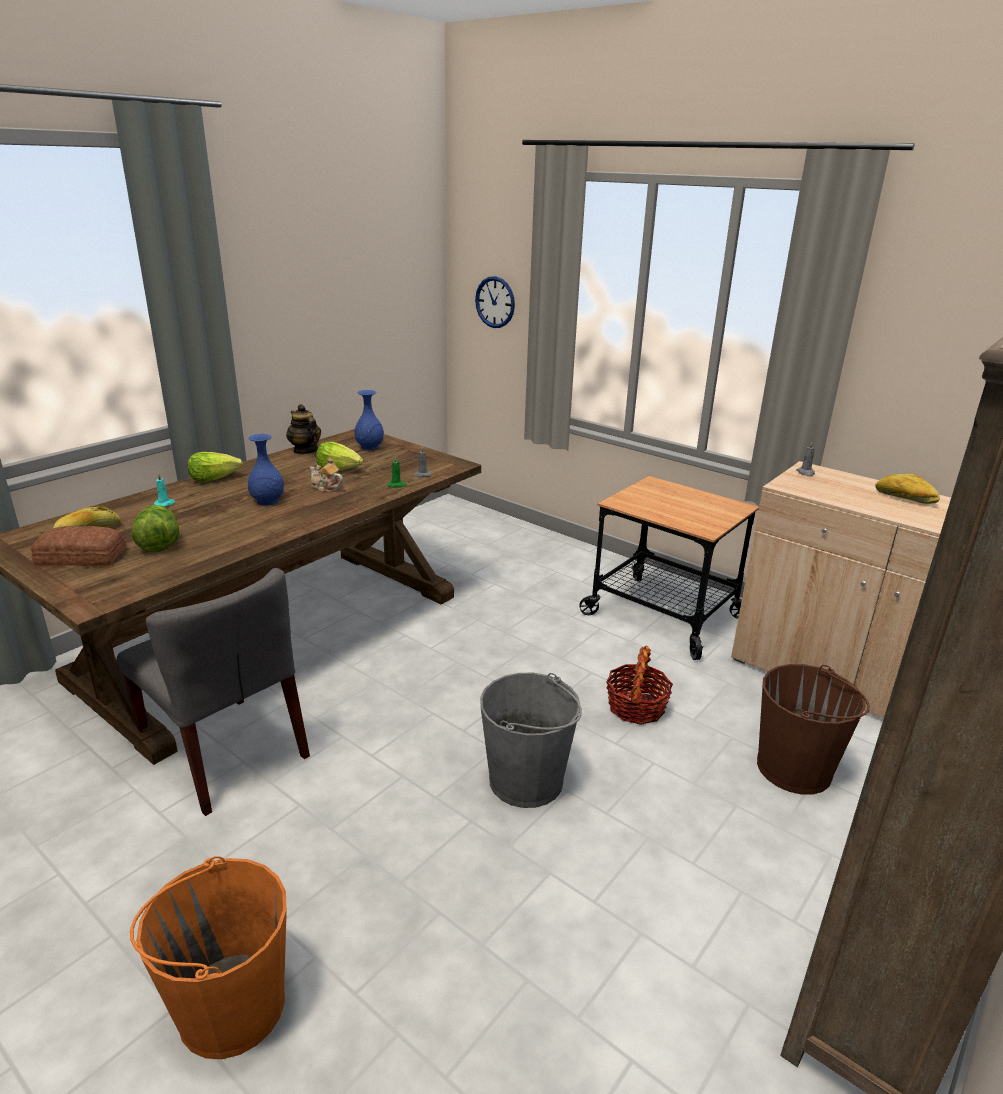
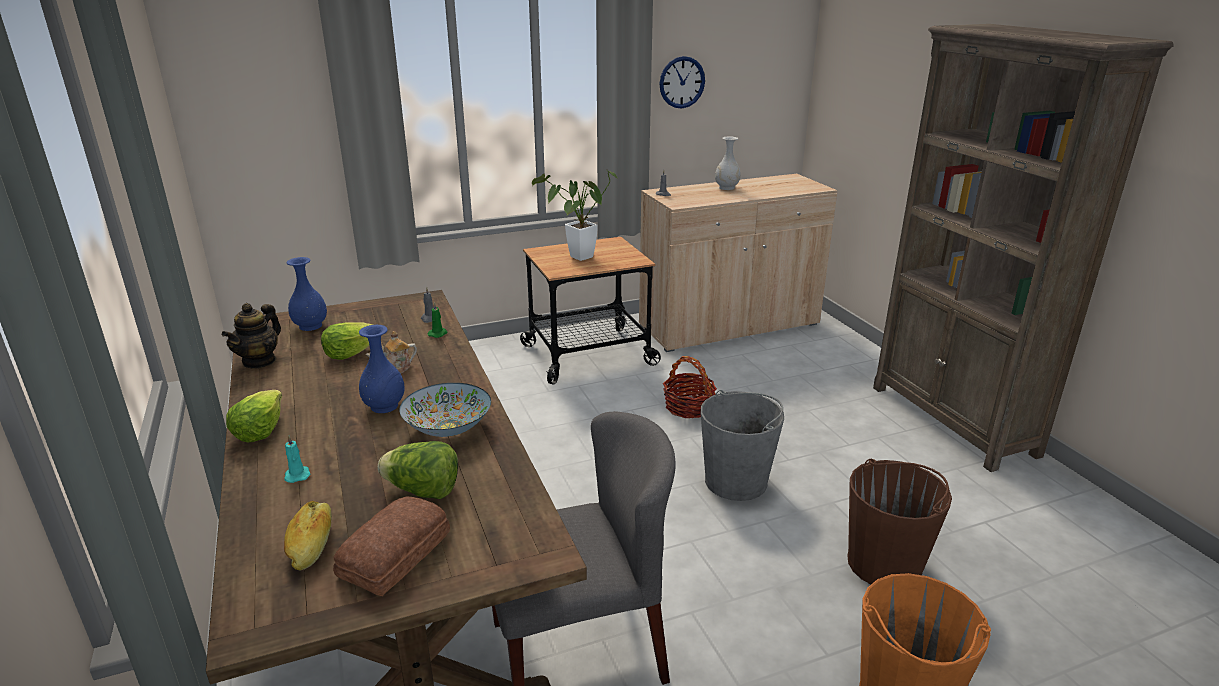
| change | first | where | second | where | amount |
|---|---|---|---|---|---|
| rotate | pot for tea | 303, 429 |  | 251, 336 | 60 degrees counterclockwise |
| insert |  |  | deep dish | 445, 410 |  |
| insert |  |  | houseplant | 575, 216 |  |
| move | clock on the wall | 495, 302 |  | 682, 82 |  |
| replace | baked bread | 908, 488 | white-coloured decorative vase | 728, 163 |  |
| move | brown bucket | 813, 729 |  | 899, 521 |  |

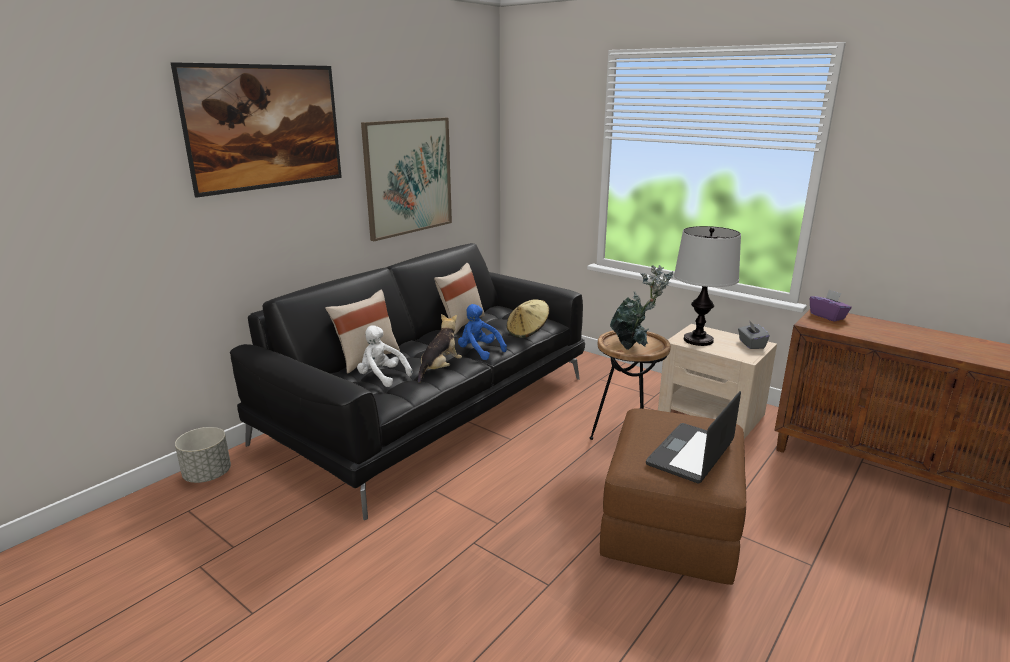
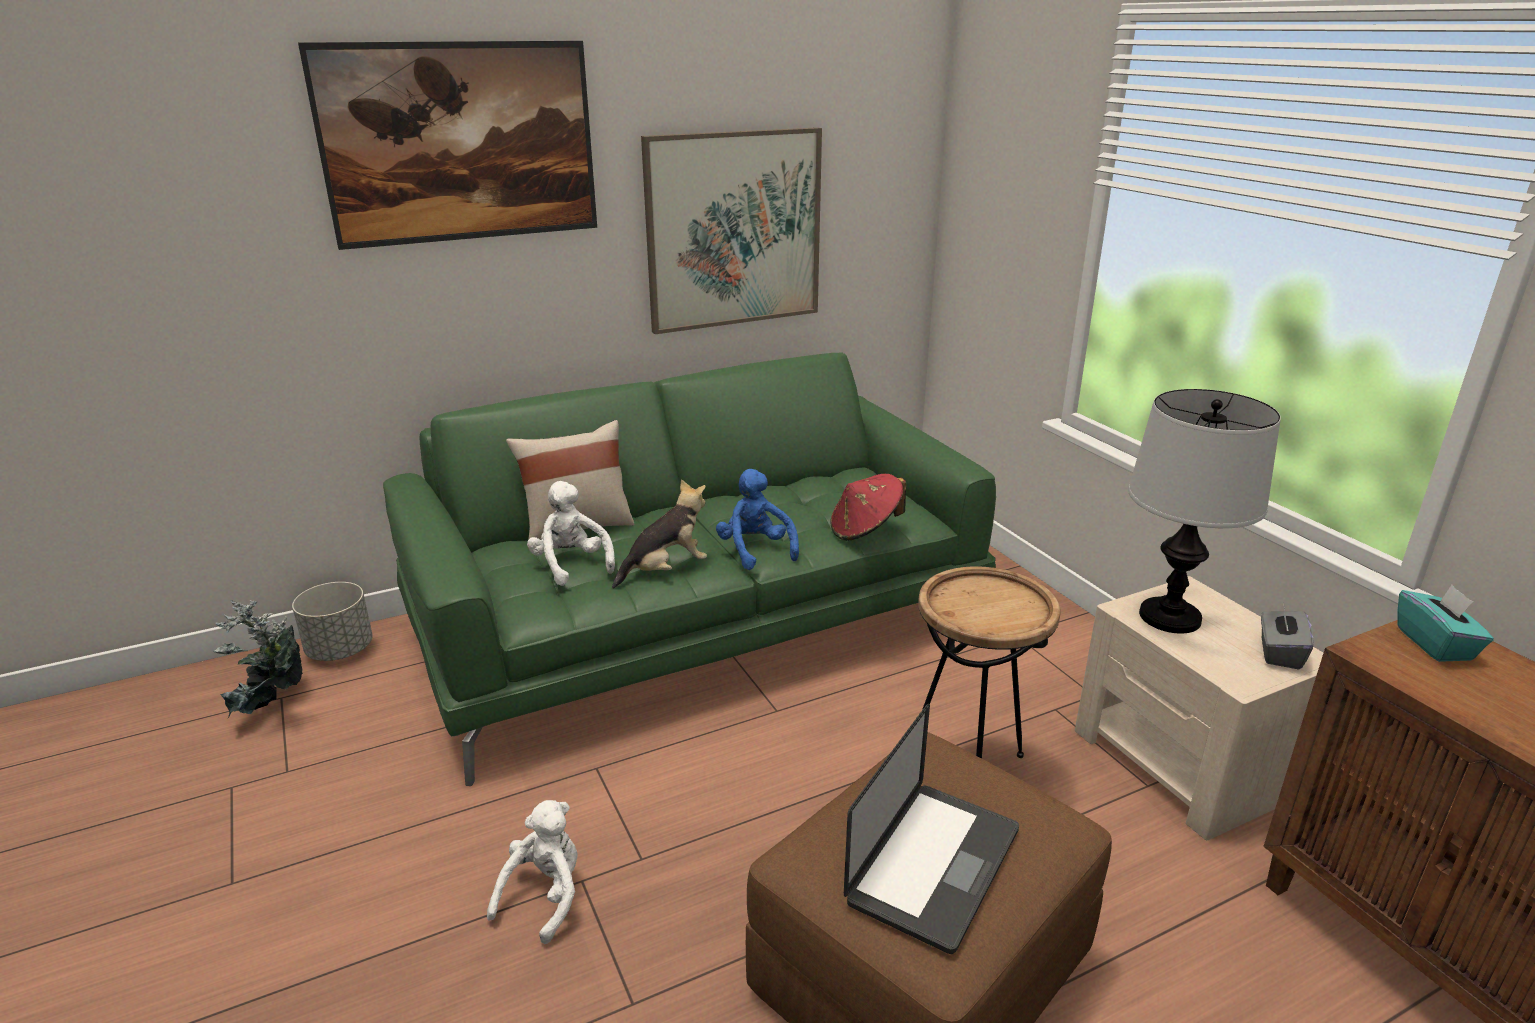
| change | first | where | second | where | amount |
|---|---|---|---|---|---|
| move | houseplant | 642, 307 |  | 258, 659 |  |
| recolor | blackish couch | 407, 381 | green couch | 689, 569 |  |
| insert |  |  | white-coloured soft toy | 532, 872 |  |
| recolor | beige-coloured wearable hat | 528, 318 | red-coloured wearable hat | 868, 507 |  |
| rotate | notebook computer | 693, 437 |  | 931, 829 | 150 degrees clockwise |
| recolor | purple-coloured box of tissues | 831, 305 | turquoise box of tissues | 1445, 623 |  |
| delete | beige-coloured pillow | 459, 299 |  |  |  |

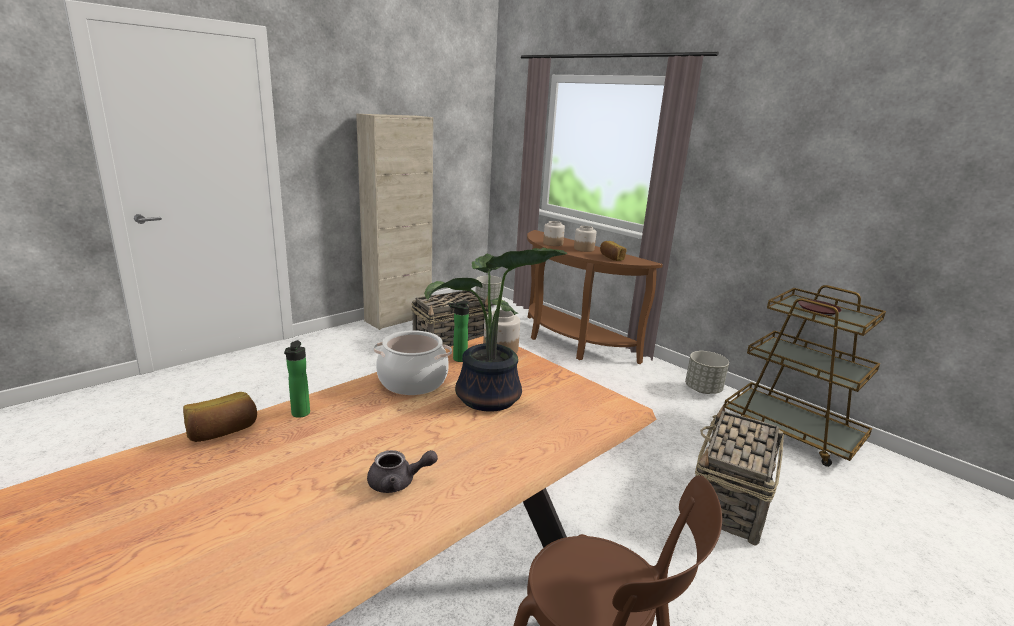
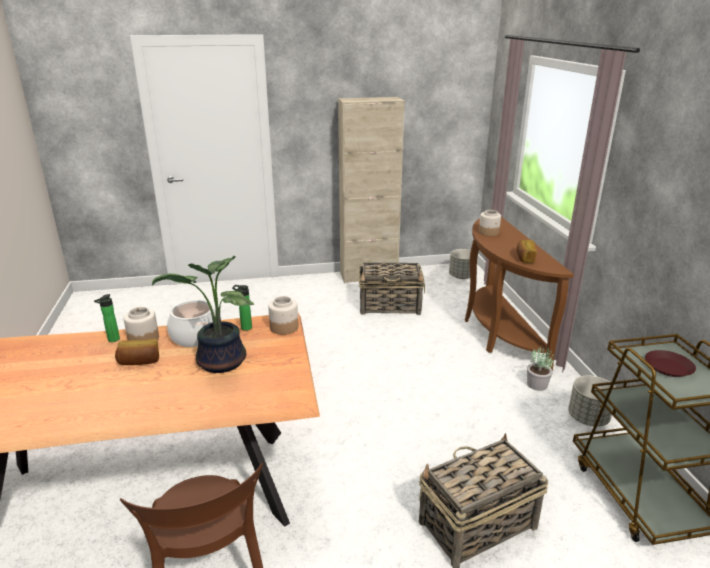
| change | first | where | second | where | amount |
|---|---|---|---|---|---|
| move | baked bread | 220, 417 |  | 137, 352 |  |
| move | jar | 585, 239 |  | 141, 324 |  |
| insert |  |  | houseplant | 540, 368 |  |
| delete | gray pot for tea | 402, 471 |  |  |  |

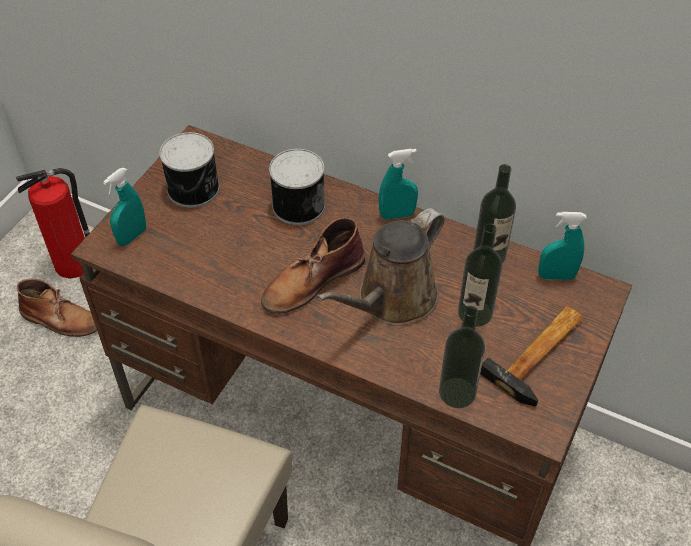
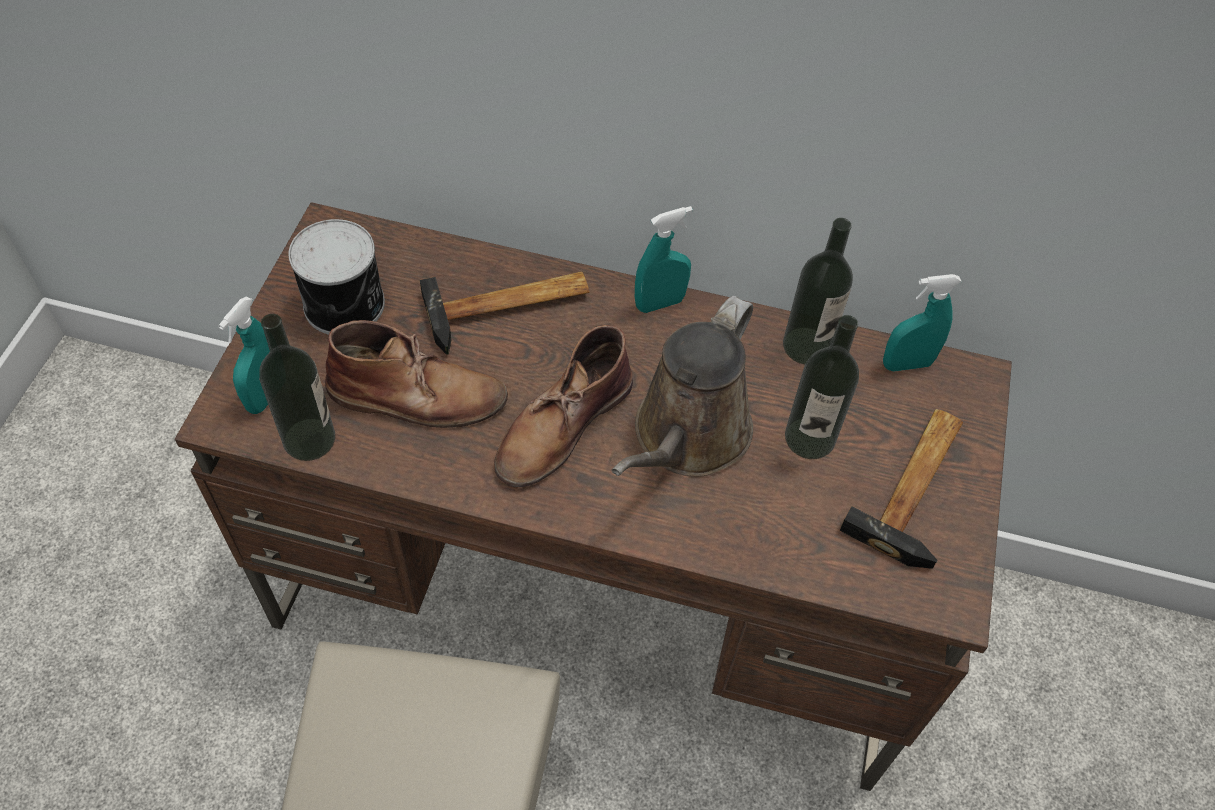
| change | first | where | second | where | amount |
|---|---|---|---|---|---|
| move | drink bottle | 462, 357 |  | 297, 387 |  |
| move | brown high-top boot | 57, 307 |  | 416, 374 |  |
| replace | metal can | 297, 187 | tool hammer | 505, 313 |  |
| delete | extinguisher | 53, 223 |  |  |  |

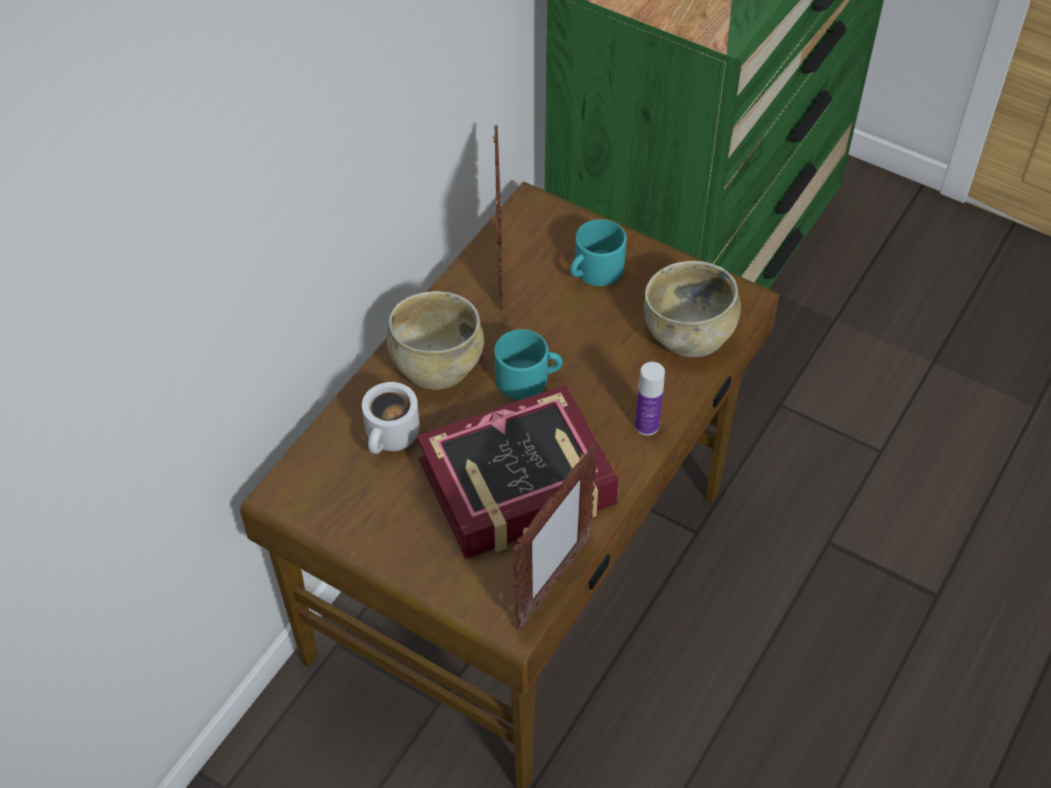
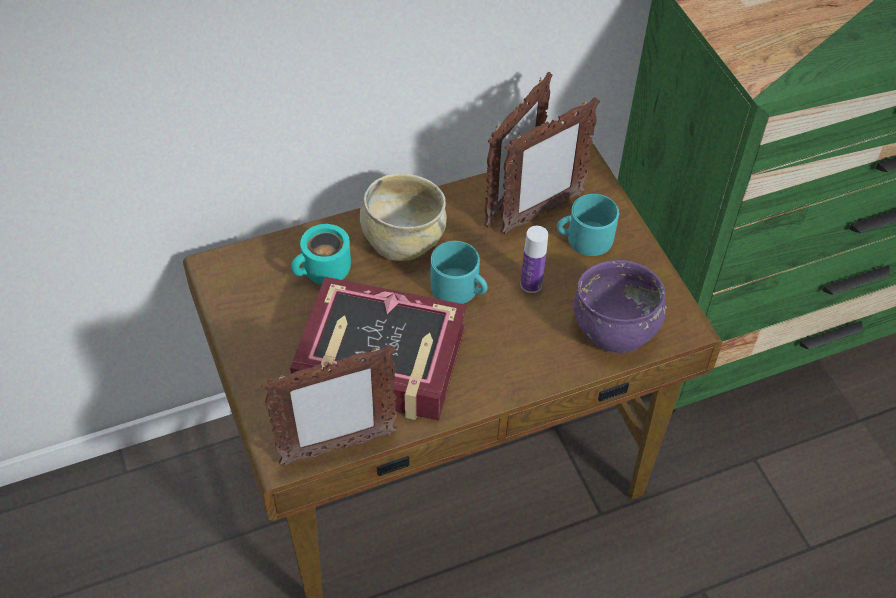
| change | first | where | second | where | amount |
|---|---|---|---|---|---|
| recolor | white-coloured coffee mug | 390, 418 | turquoise coffee mug | 321, 254 |  |
| insert |  |  | photo frame | 550, 165 |  |
| move | drink bottle | 650, 399 |  | 534, 259 |  |
| recolor | beige-coloured deep dish | 692, 309 | purple-coloured deep dish | 620, 306 |  |

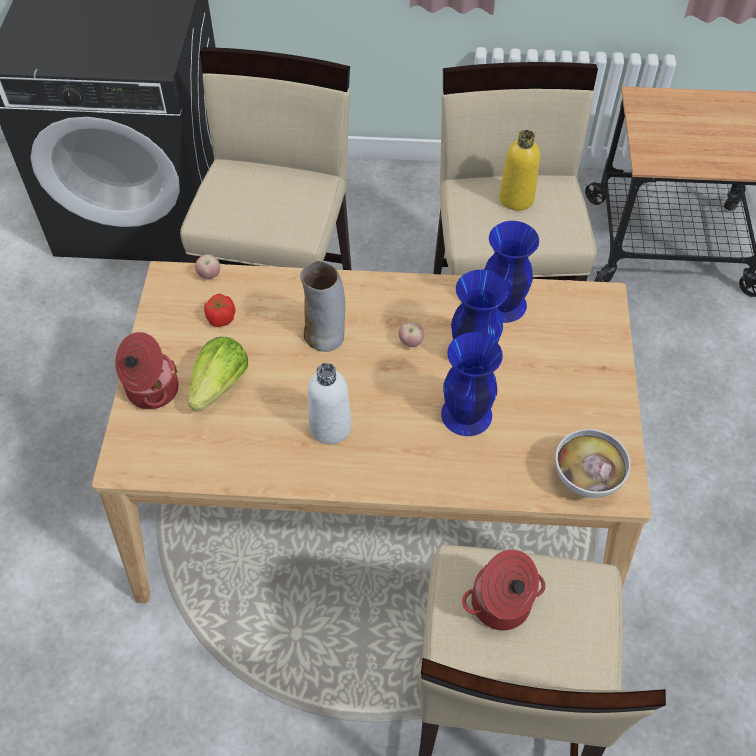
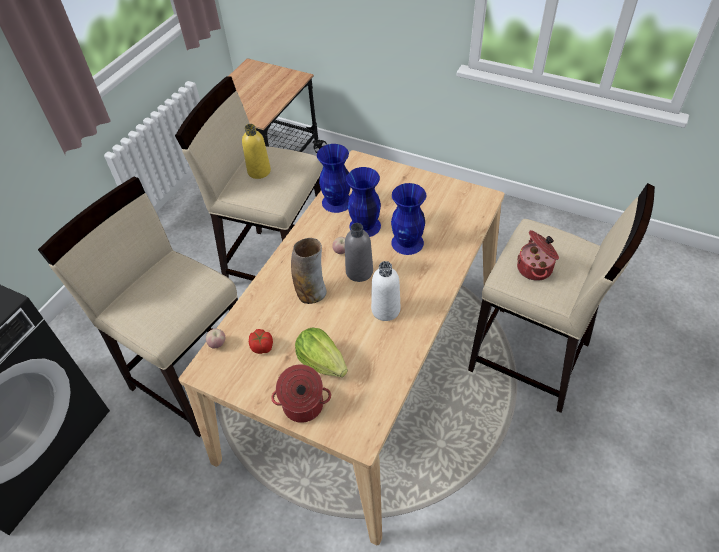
| change | first | where | second | where | amount |
|---|---|---|---|---|---|
| insert |  |  | gray drink bottle | 359, 252 |  |
| delete | deep dish | 593, 463 |  |  |  |

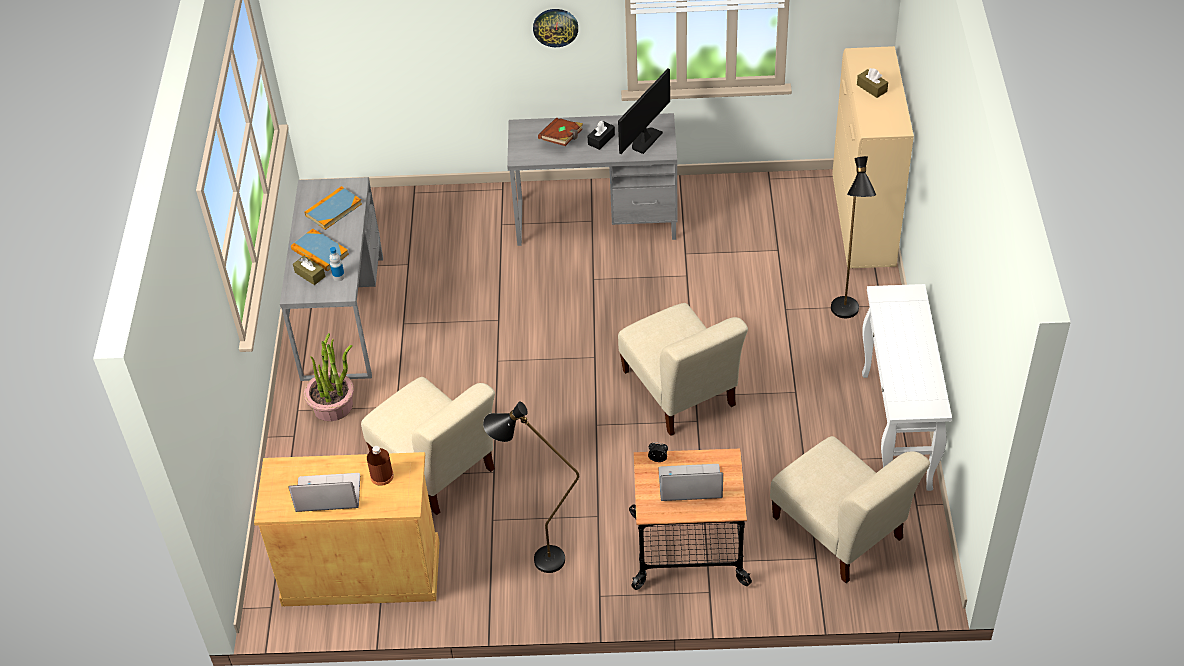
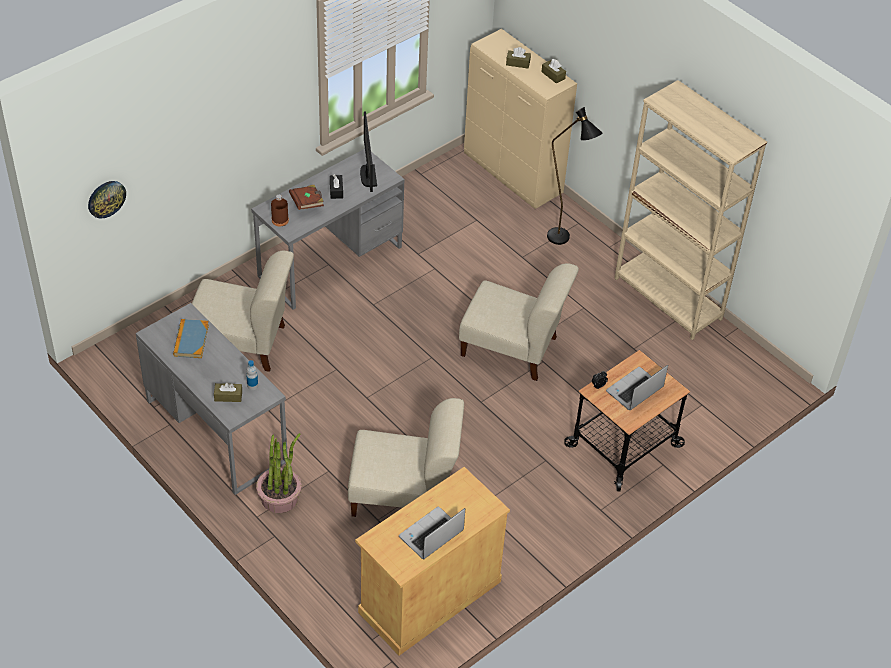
| change | first | where | second | where | amount |
|---|---|---|---|---|---|
| move | clock on the wall | 555, 28 |  | 107, 200 |  |
| move | beige-coloured upright chair | 850, 509 |  | 243, 311 |  |
| move | brown drink bottle | 380, 466 |  | 280, 210 |  |
| insert |  |  | brown box of tissues | 553, 71 |  |
| replace | white-coloured hall table | 907, 387 | beige-coloured shelving unit | 691, 210 |  |
| delete | book | 320, 249 |  |  |  |
| delete | blackish standard lamp | 531, 487 |  |  |  |

